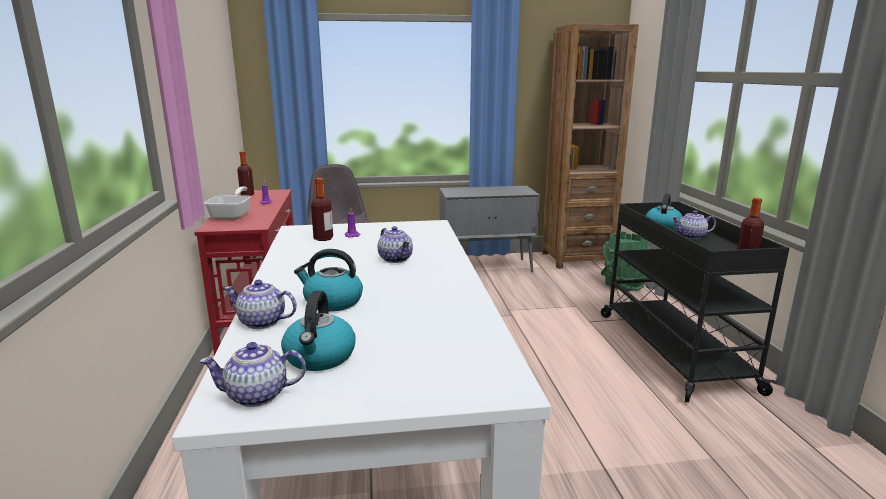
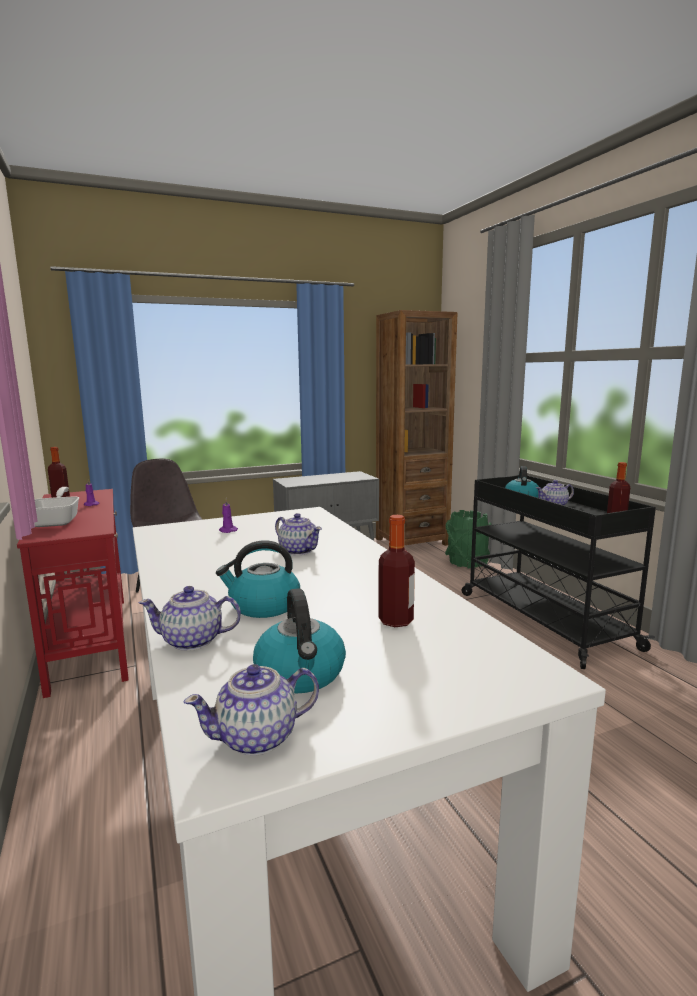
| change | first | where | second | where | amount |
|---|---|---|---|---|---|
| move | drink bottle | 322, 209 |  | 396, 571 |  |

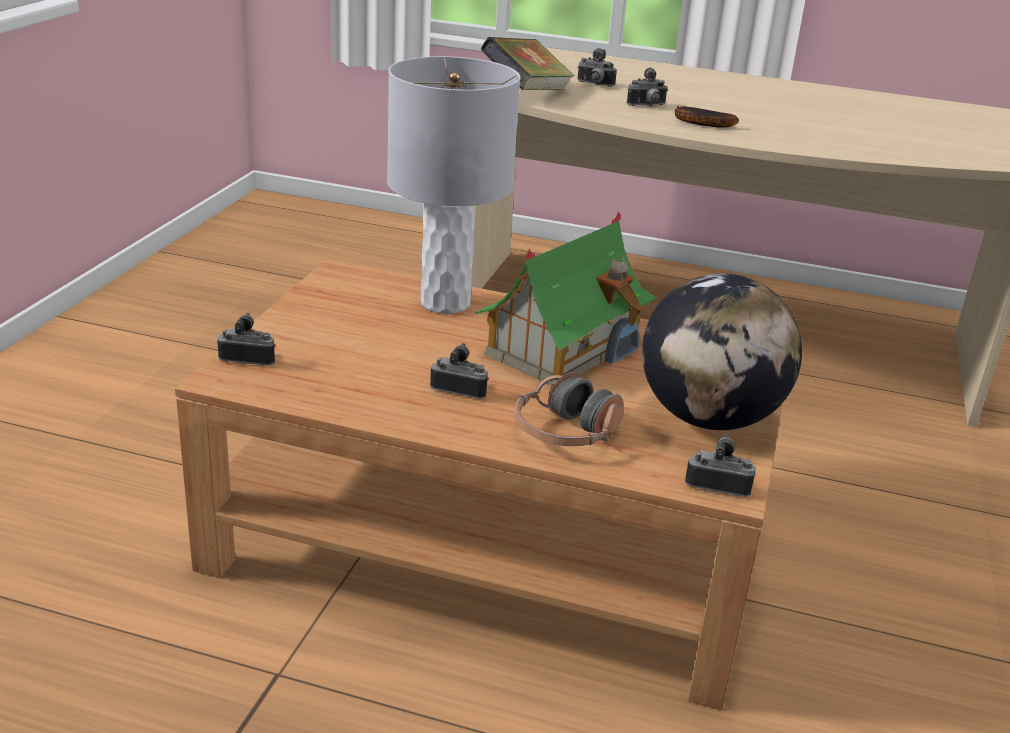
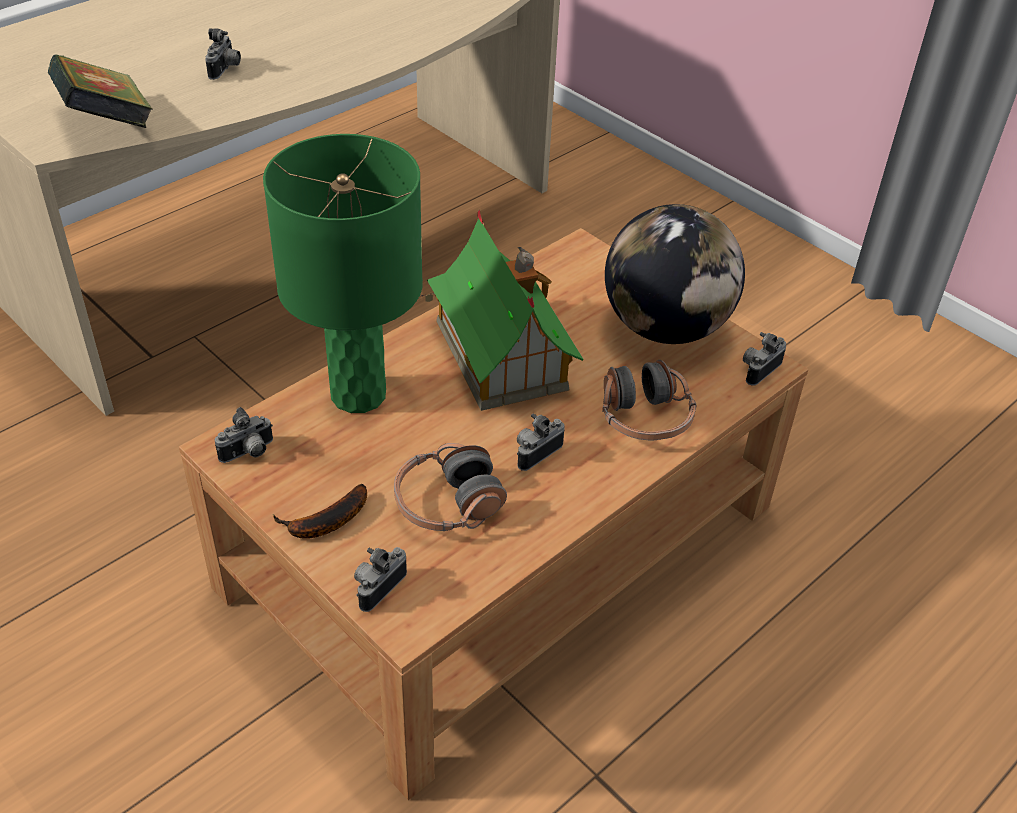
| change | first | where | second | where | amount |
|---|---|---|---|---|---|
| move | still camera | 597, 67 |  | 244, 435 |  |
| recolor | gray tabletop lamp | 454, 185 | green tabletop lamp | 343, 273 |  |
| move | whole banana | 707, 117 |  | 319, 511 |  |
| insert |  |  | pair of headphones | 450, 487 |  |

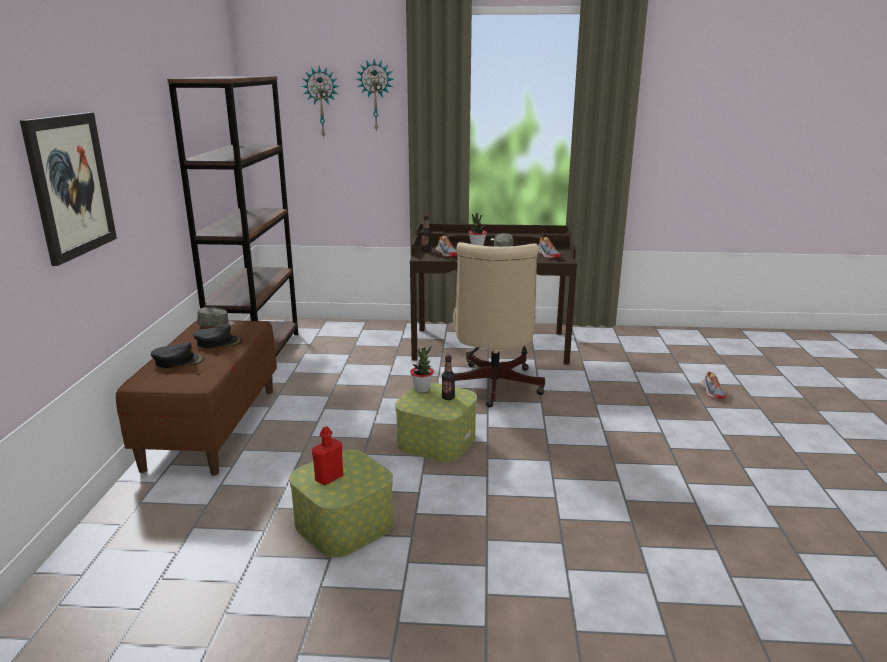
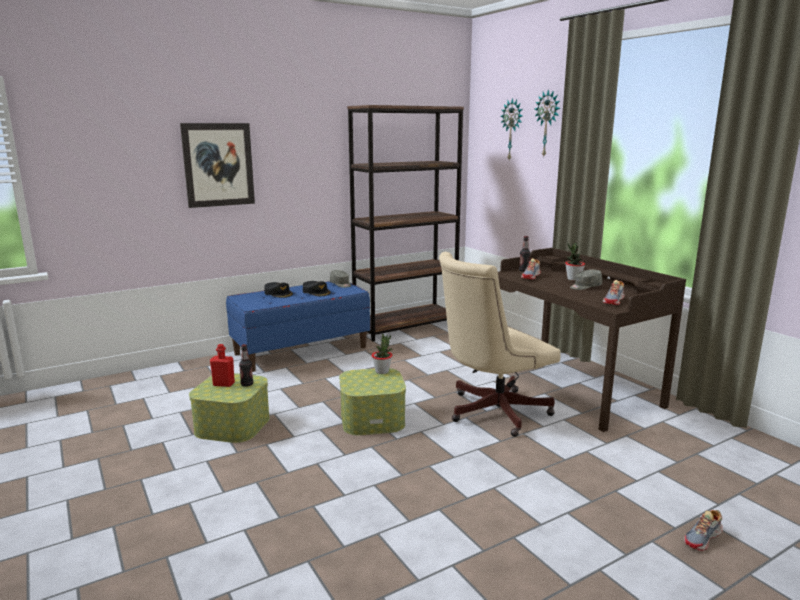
| change | first | where | second | where | amount |
|---|---|---|---|---|---|
| recolor | brown indoor bench | 196, 398 | blue indoor bench | 298, 326 |  |
| move | drink bottle | 448, 377 |  | 246, 365 |  |

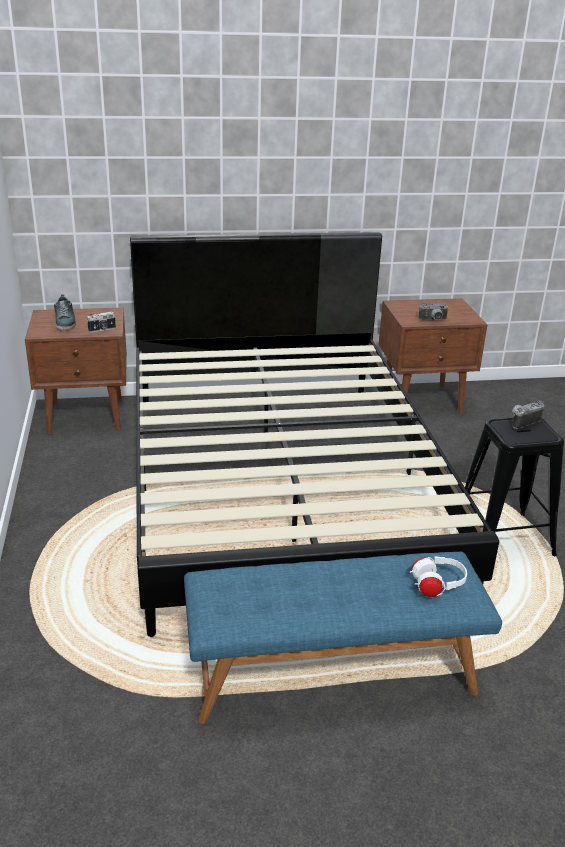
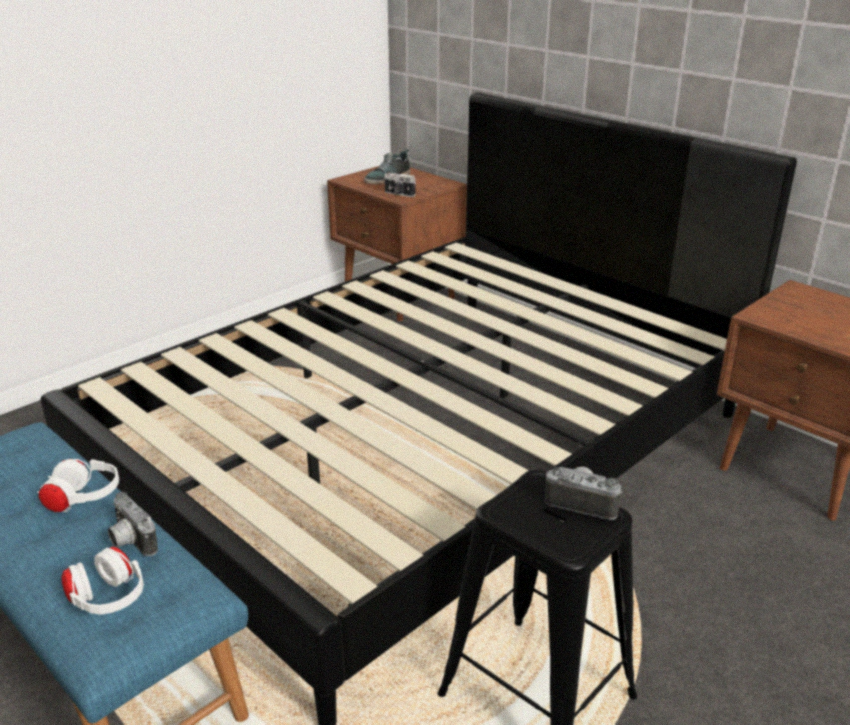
| change | first | where | second | where | amount |
|---|---|---|---|---|---|
| insert |  |  | white-coloured pair of headphones | 78, 485 |  |
| move | still camera | 433, 311 |  | 133, 524 |  |

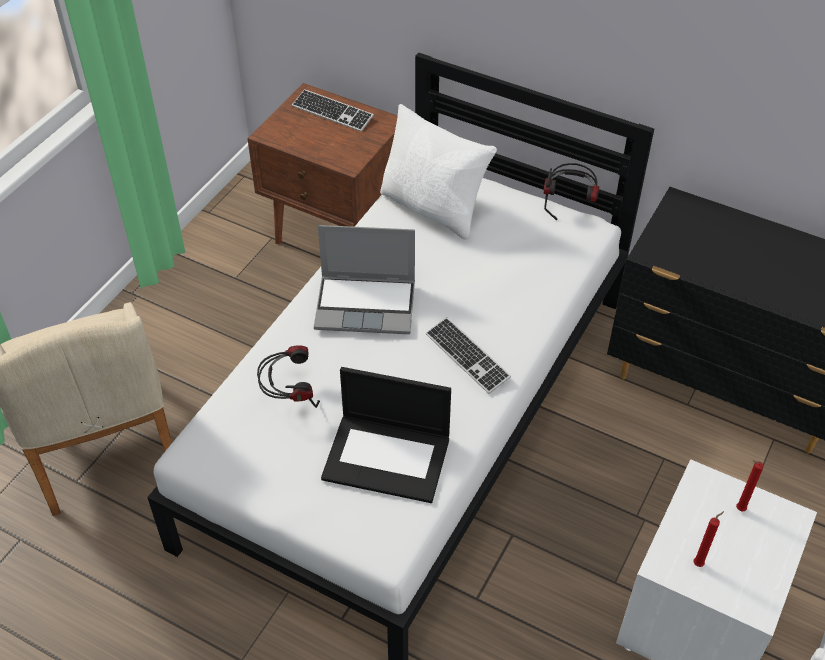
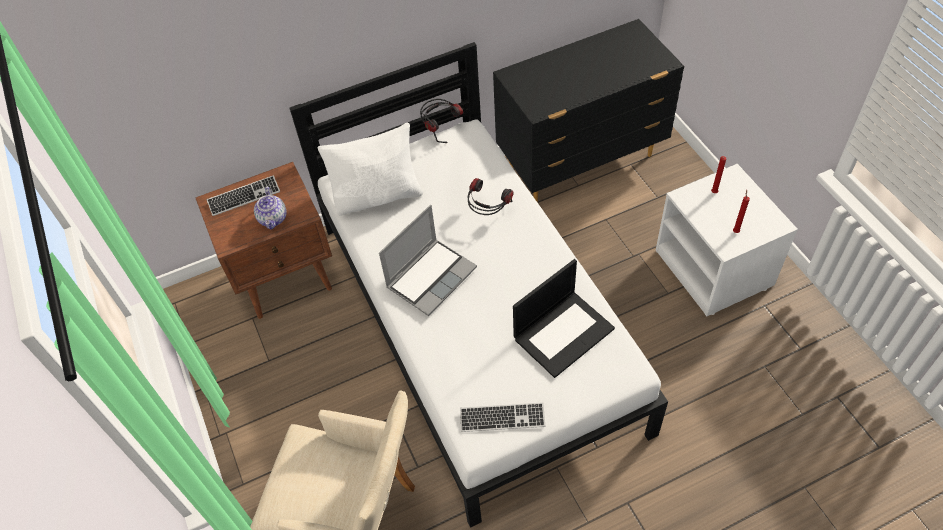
| change | first | where | second | where | amount |
|---|---|---|---|---|---|
| insert |  |  | pot for tea | 270, 208 |  |
| move | PC keyboard | 468, 355 |  | 502, 417 |  |
| move | pair of headphones | 288, 376 |  | 490, 196 |  |

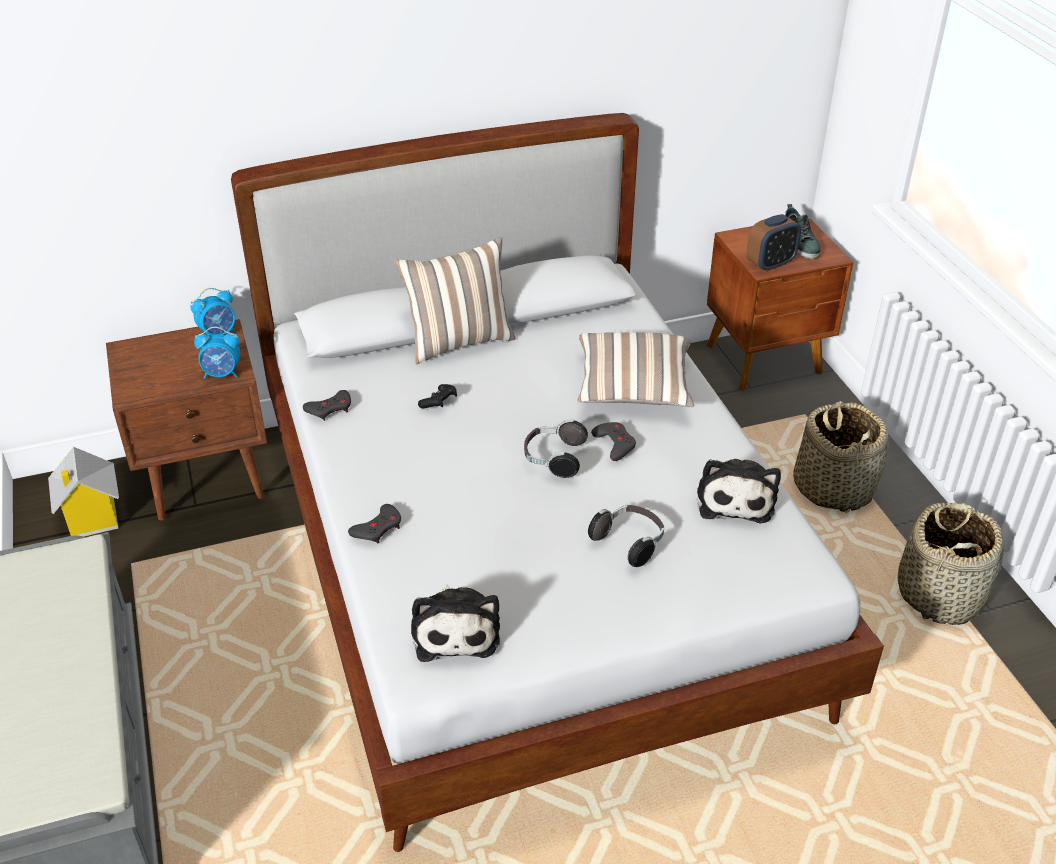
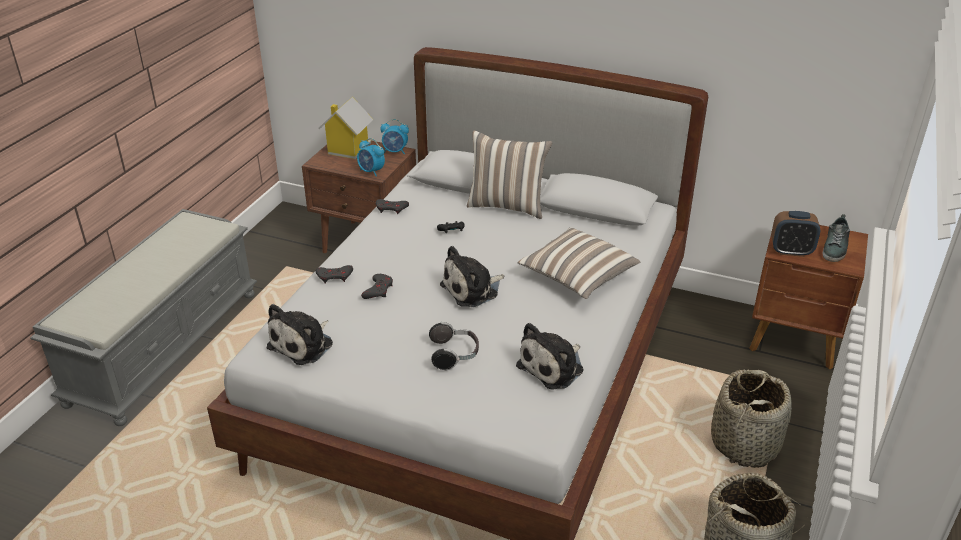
| change | first | where | second | where | amount |
|---|---|---|---|---|---|
| move | model house | 83, 492 |  | 345, 128 |  |
| move | gray game controller | 613, 441 |  | 377, 286 |  |
| replace | pair of headphones | 556, 449 | soft toy | 472, 276 |  |

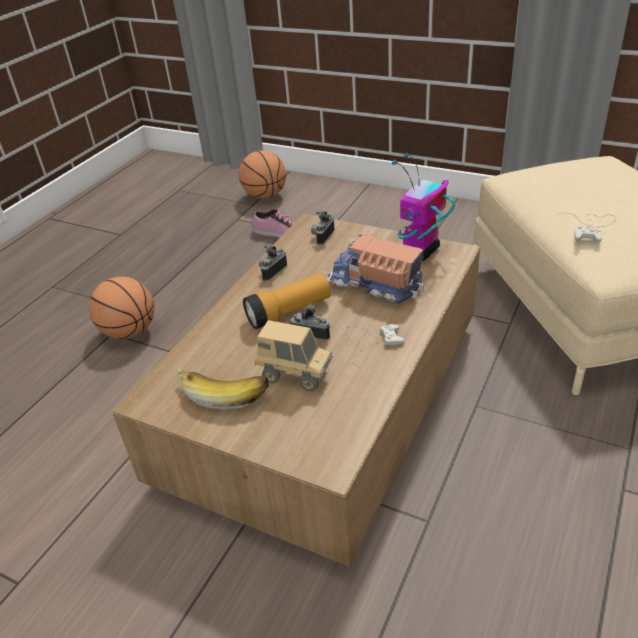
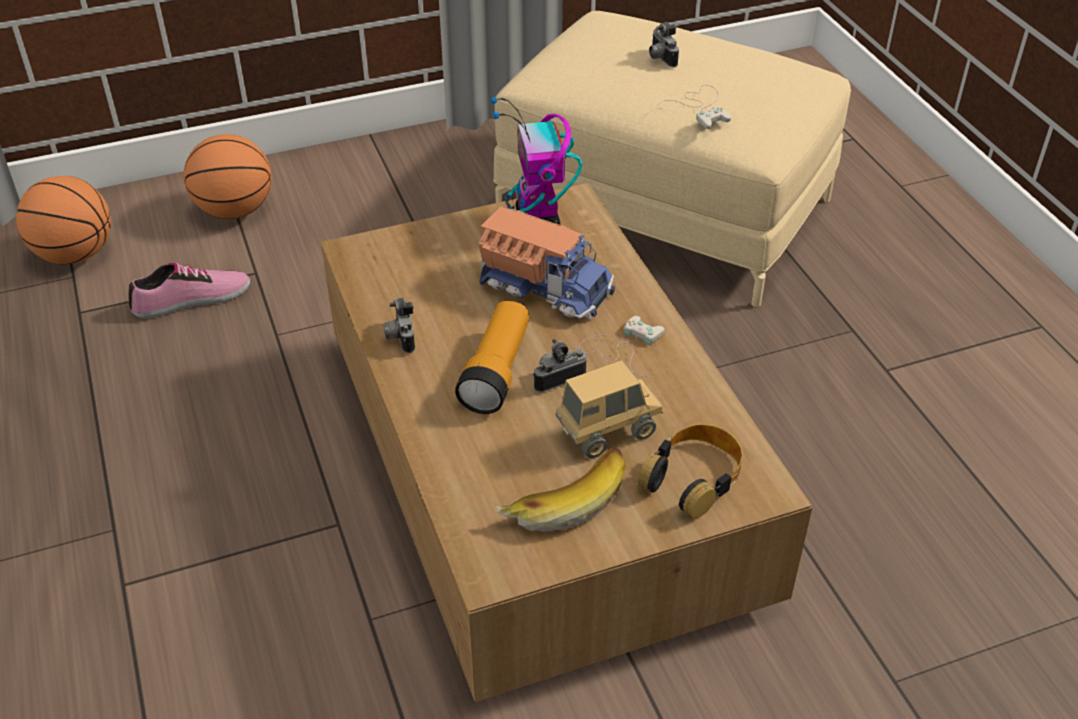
| change | first | where | second | where | amount |
|---|---|---|---|---|---|
| move | basketball | 121, 308 |  | 228, 176 |  |
| rotate | toy lorry | 376, 269 |  | 547, 262 | 135 degrees counterclockwise |
| insert |  |  | pair of headphones | 690, 471 |  |
| move | still camera | 323, 228 |  | 664, 44 |  |

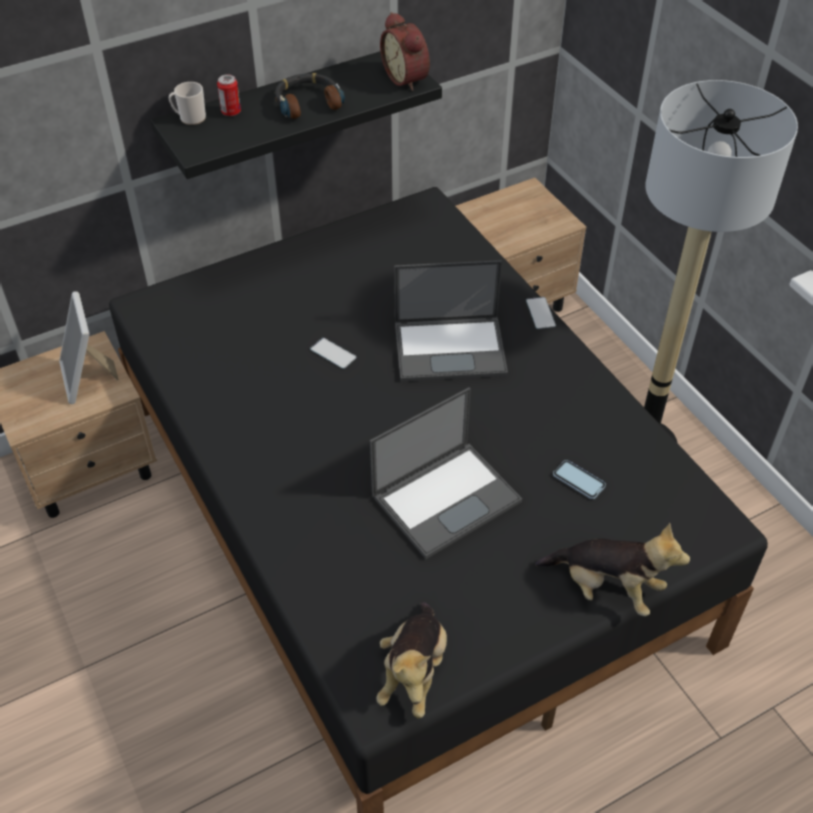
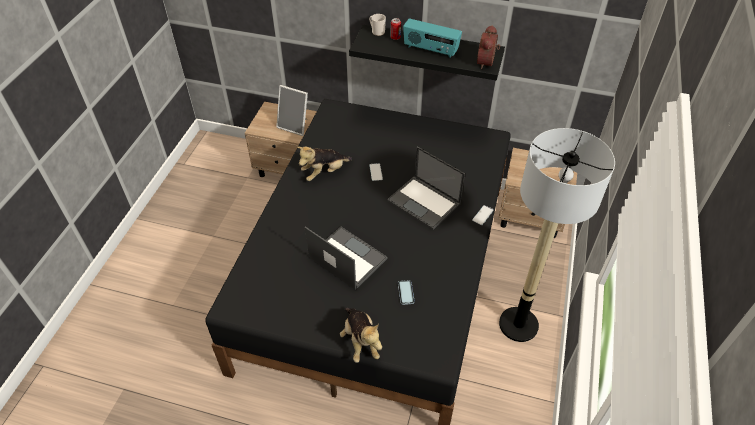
| change | first | where | second | where | amount |
|---|---|---|---|---|---|
| rotate | photo frame | 89, 347 |  | 292, 110 | 90 degrees counterclockwise |
| move | soft toy | 411, 660 |  | 324, 163 |  |
| rotate | notebook computer | 446, 473 |  | 346, 258 | 150 degrees counterclockwise |
| replace | pair of headphones | 310, 96 | radio | 432, 38 |  |

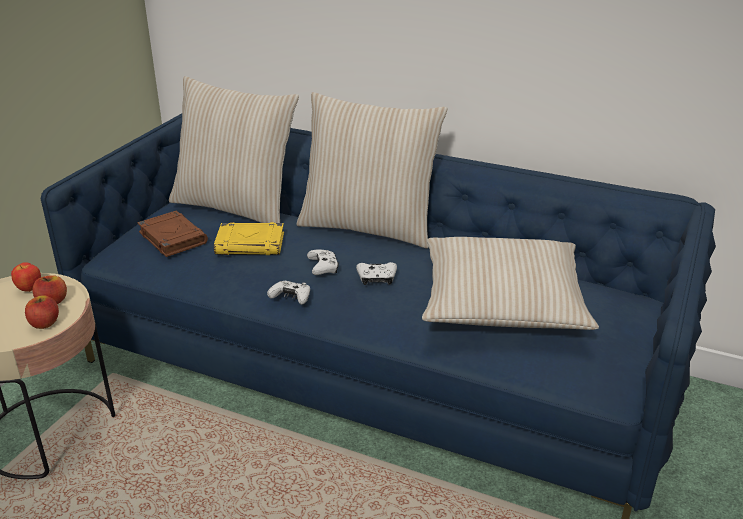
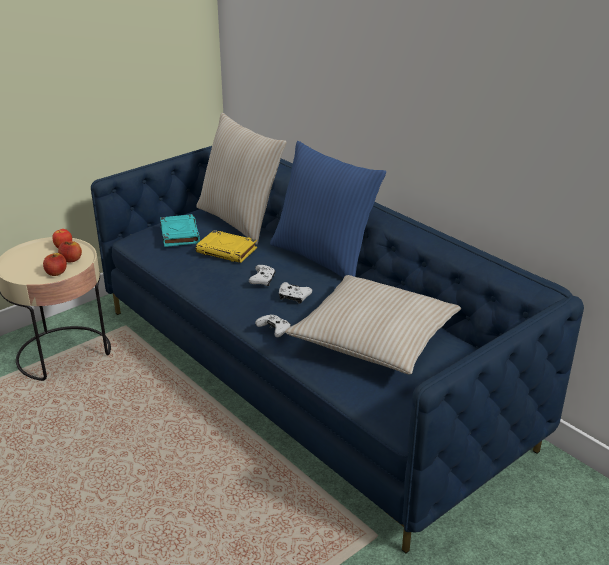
| change | first | where | second | where | amount |
|---|---|---|---|---|---|
| recolor | brown book | 172, 234 | turquoise book | 180, 230 |  |
| move | white-coloured game controller | 288, 293 |  | 273, 325 |  |
| recolor | beige-coloured pillow | 372, 170 | blue pillow | 328, 209 |  |

